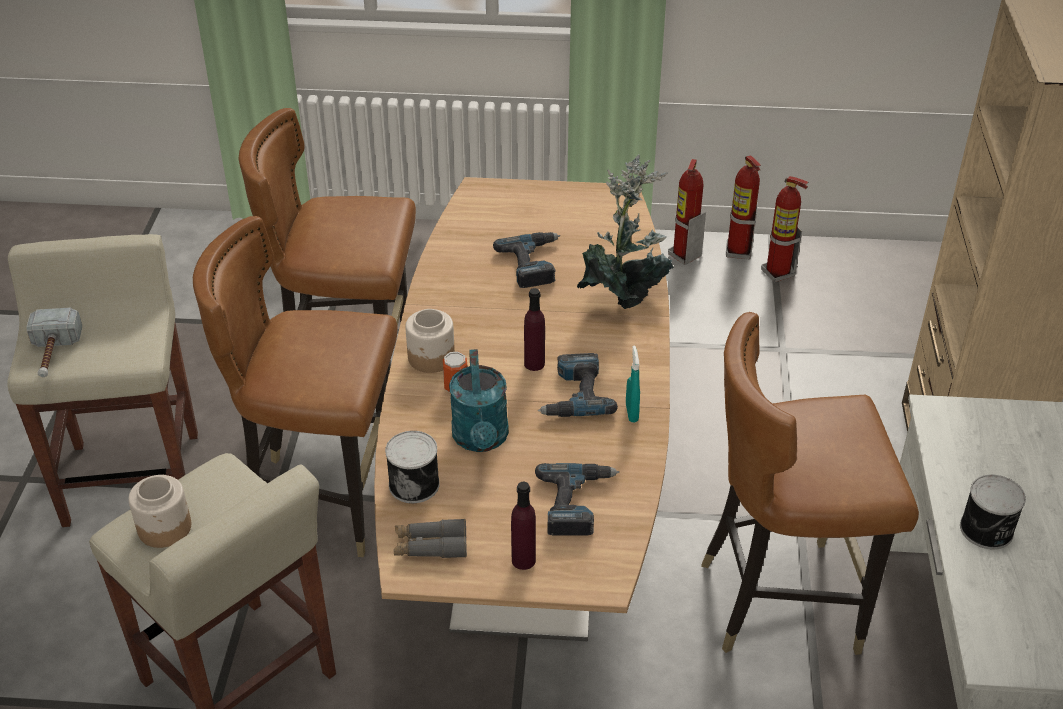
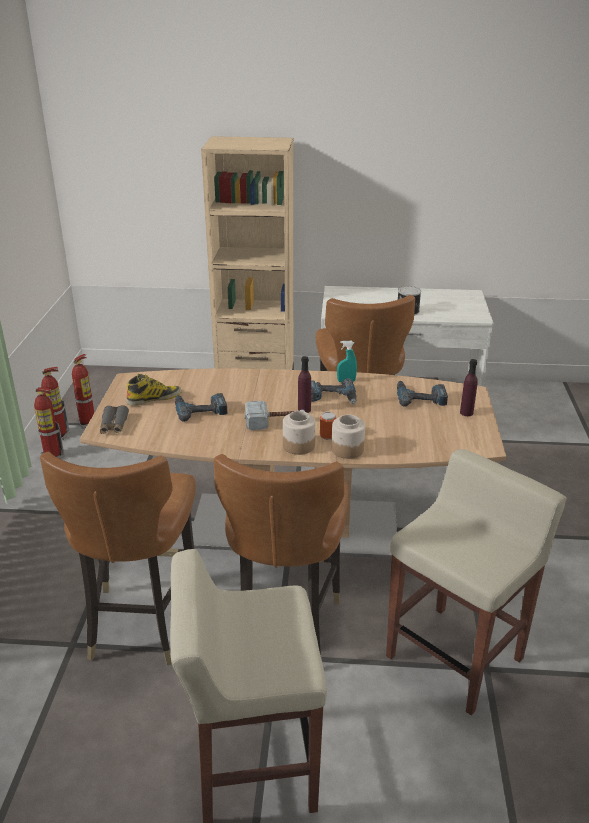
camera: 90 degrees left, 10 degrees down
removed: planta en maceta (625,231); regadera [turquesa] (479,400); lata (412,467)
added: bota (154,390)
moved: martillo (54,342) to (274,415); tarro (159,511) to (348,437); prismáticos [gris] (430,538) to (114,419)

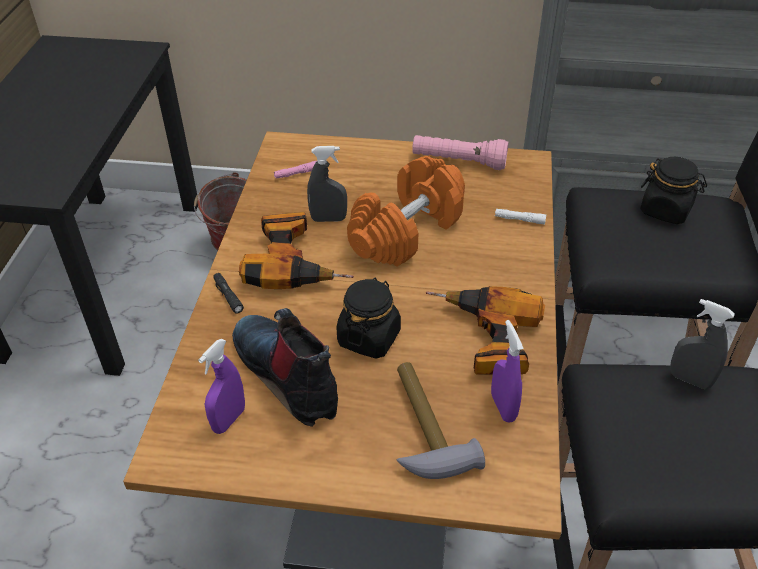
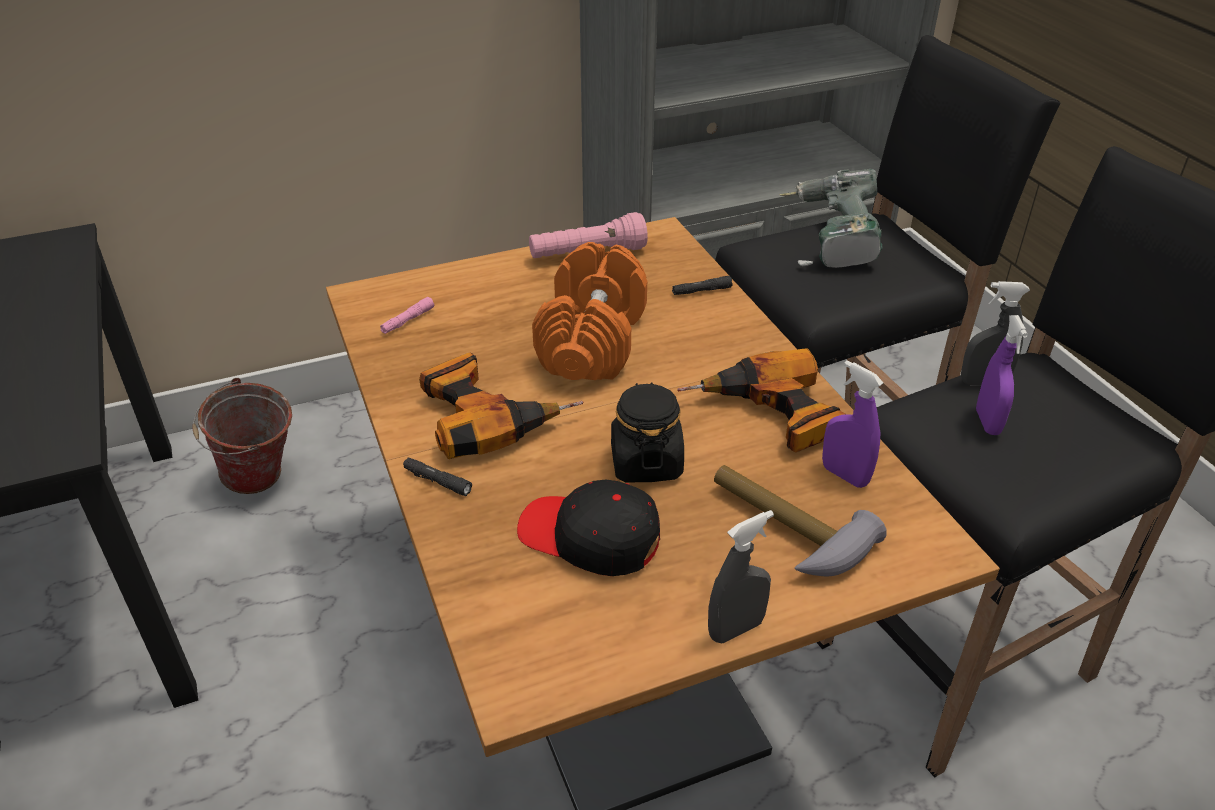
camera: 30 degrees left, 5 degrees down
moved: pulverizador [gris] (327,184) to (741,576); pulverizador [morado] (221,386) to (1002,375)
replaced: tarro [negro] (673,190) to taladro (831,218); bota (285,367) to gorra [negro] (588,527)
recoloured: linterna [blanco] (520,217) to linterna [negro] (702,285)

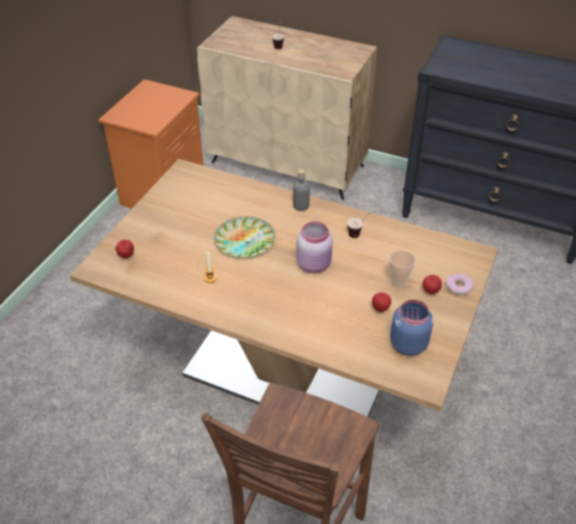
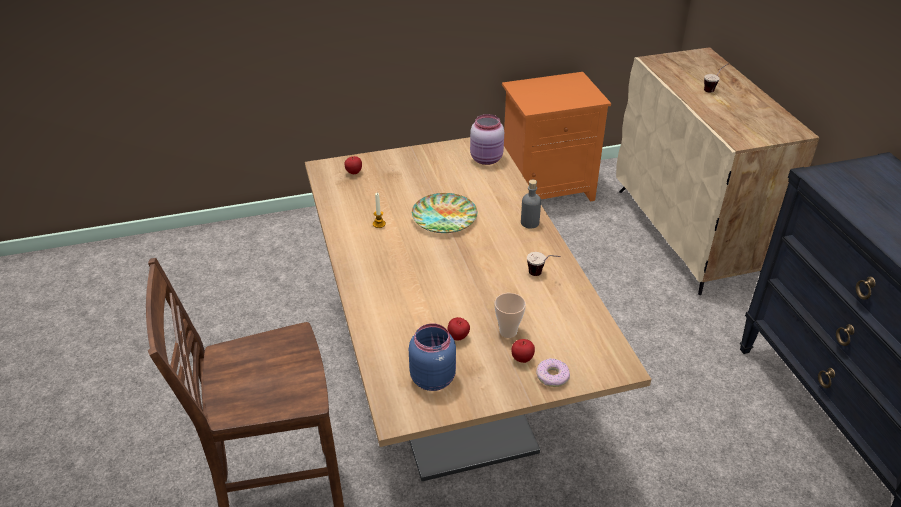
camera: 50 degrees right, 5 degrees down
moved: tarro [rosa] (314,247) to (487,139)

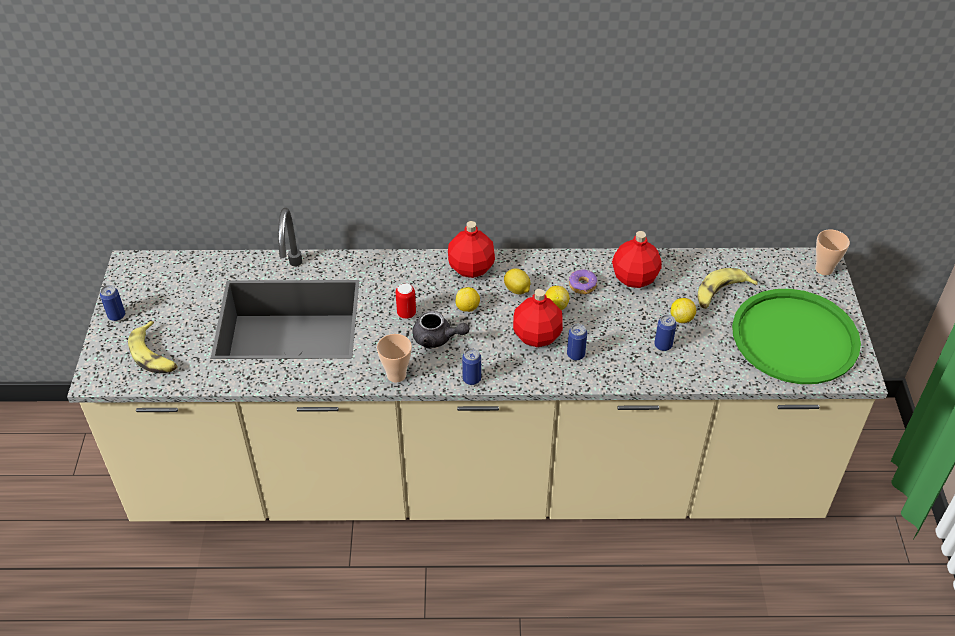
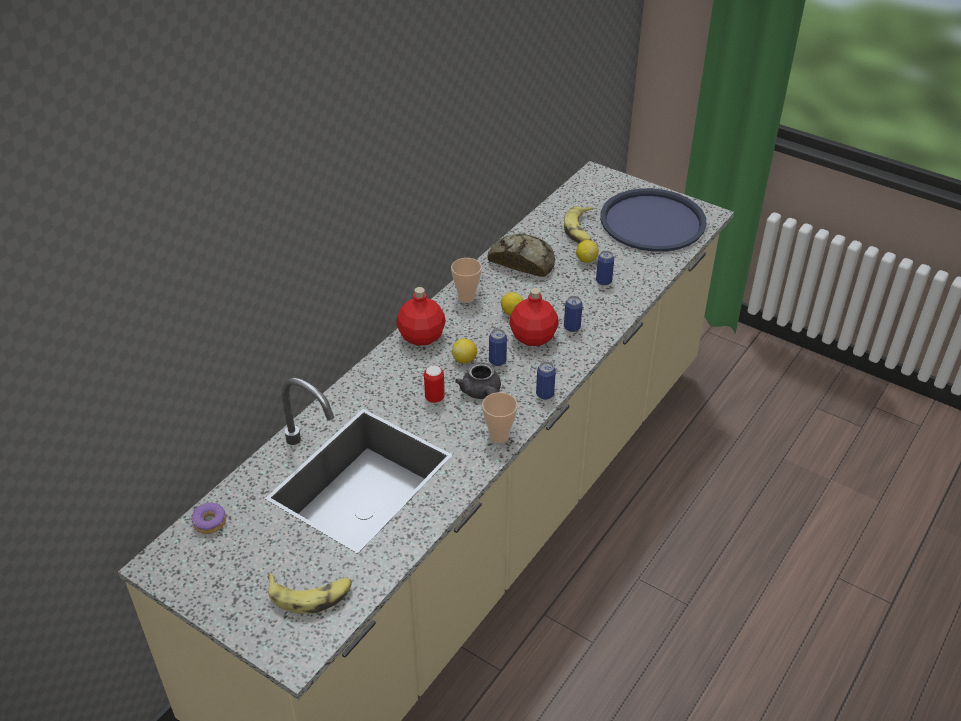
camera: 55 degrees left, 5 degrees down
removed: limón (517,281)
moved: taza (832,252) to (466,280); rosquilla (583,282) to (208,518); lata (112,303) to (498,347)
replaced: botella [rojo] (636,259) to pan (521,255)
recoloured: bandeja [verde] (796,336) to bandeja [azul] (653,220)
turned: tetera [gris] (440,329) = (478,380) 105 degrees clockwise

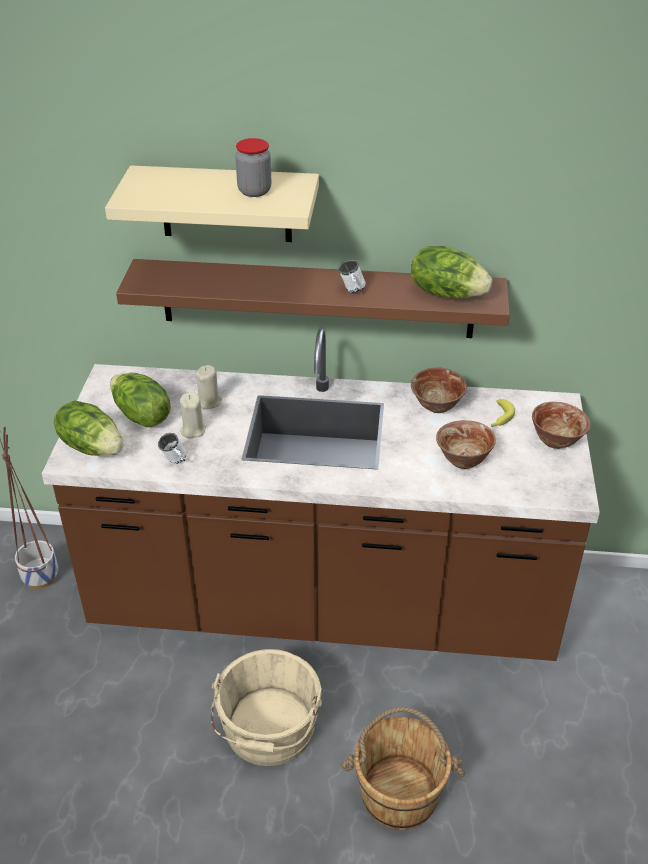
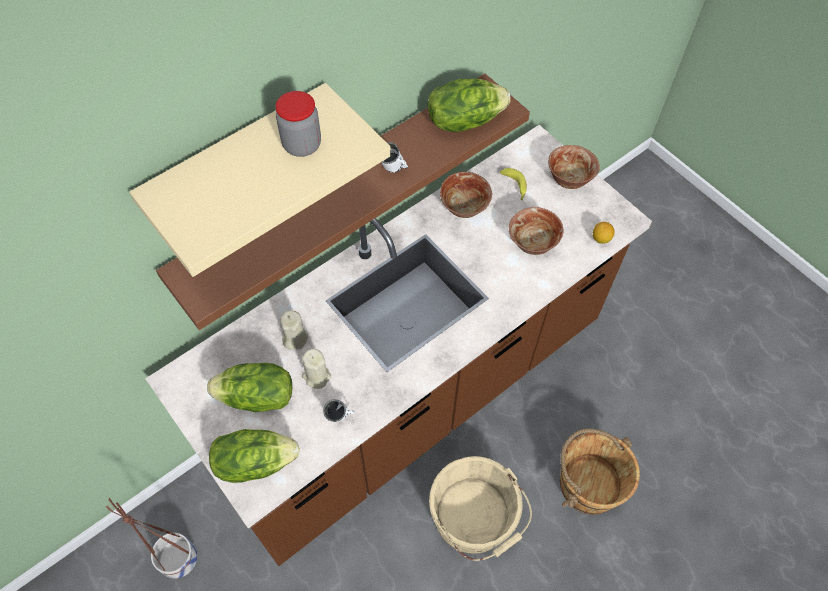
camera: 45 degrees left, 20 degrees up
added: limón (604,233)

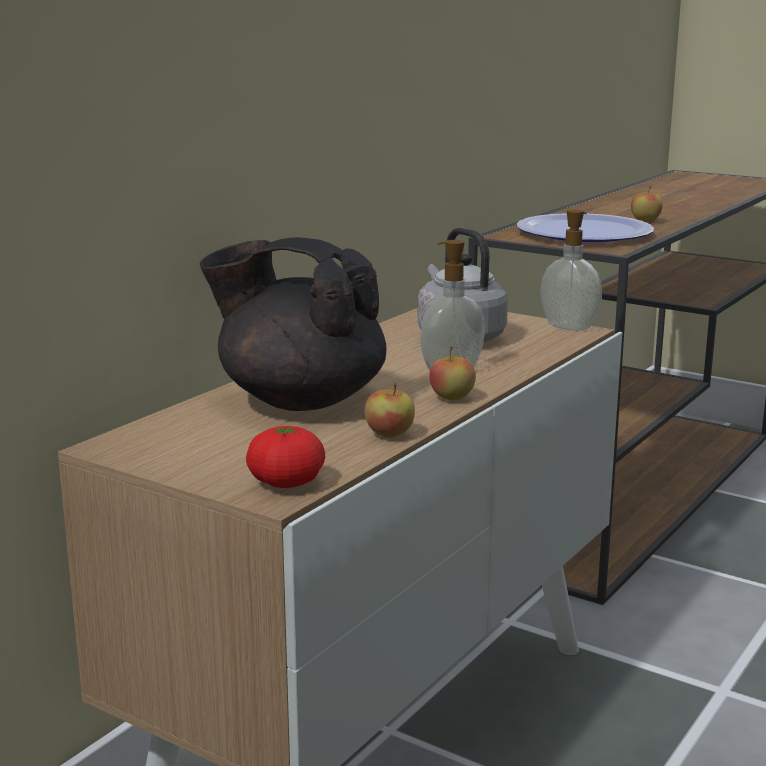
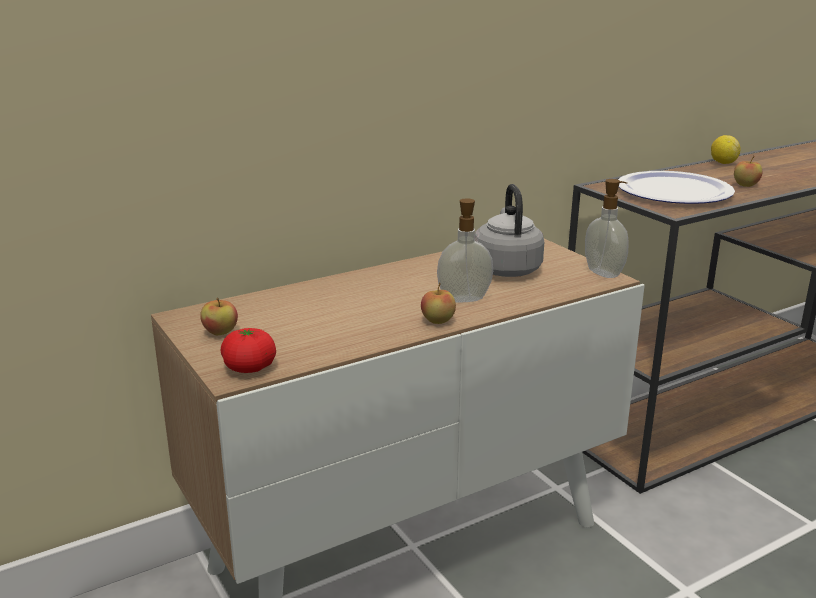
camera: 25 degrees right, 5 degrees up
removed: tetera [negro] (292,324)
added: limón (726,149)
moved: manzana (390,410) to (219,316)

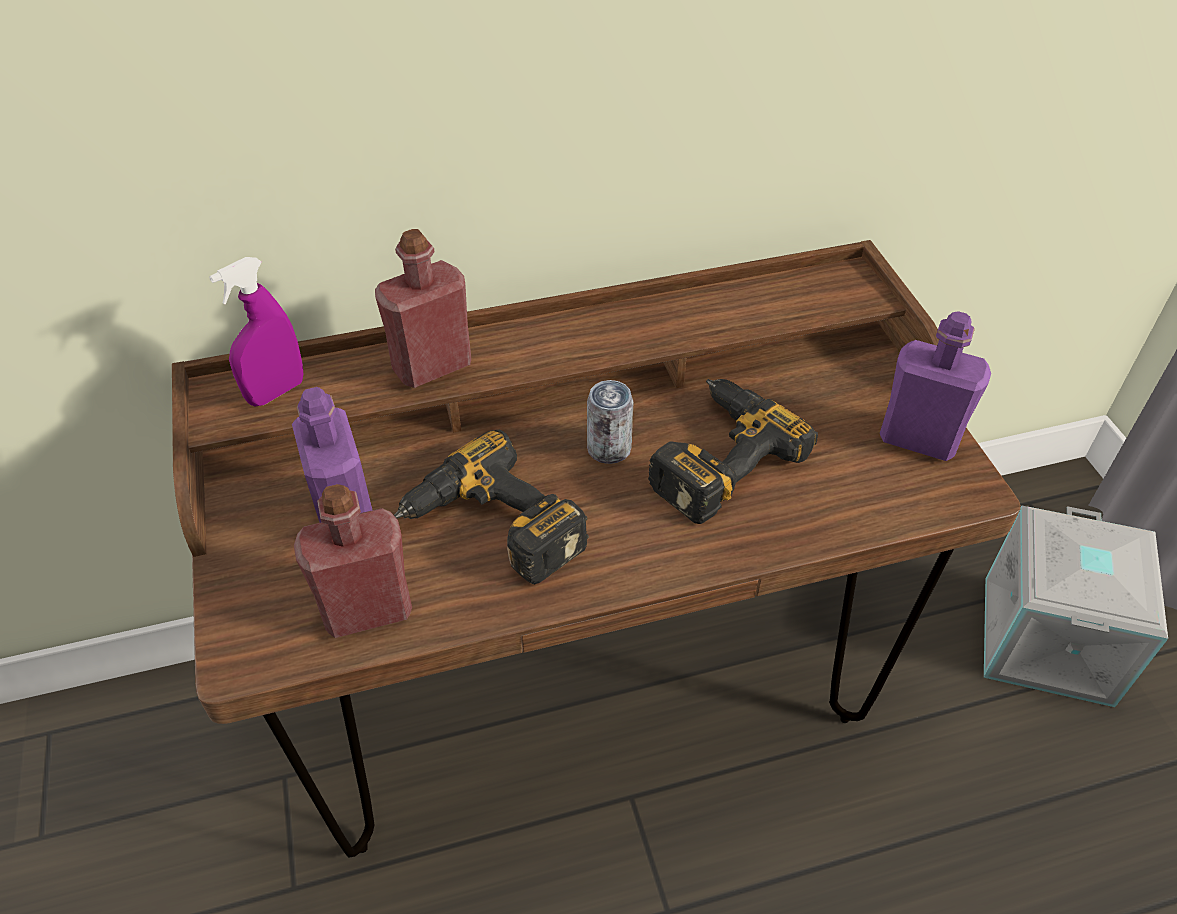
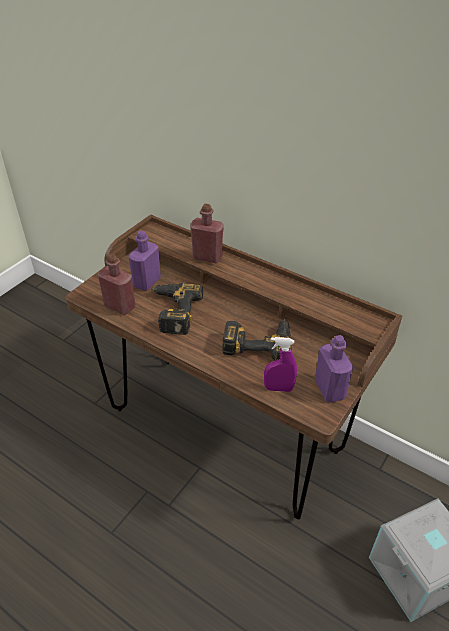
camera: 50 degrees right, 5 degrees down
removed: lata (610,422)
moved: pulverizador [morado] (256,331) to (280,364)

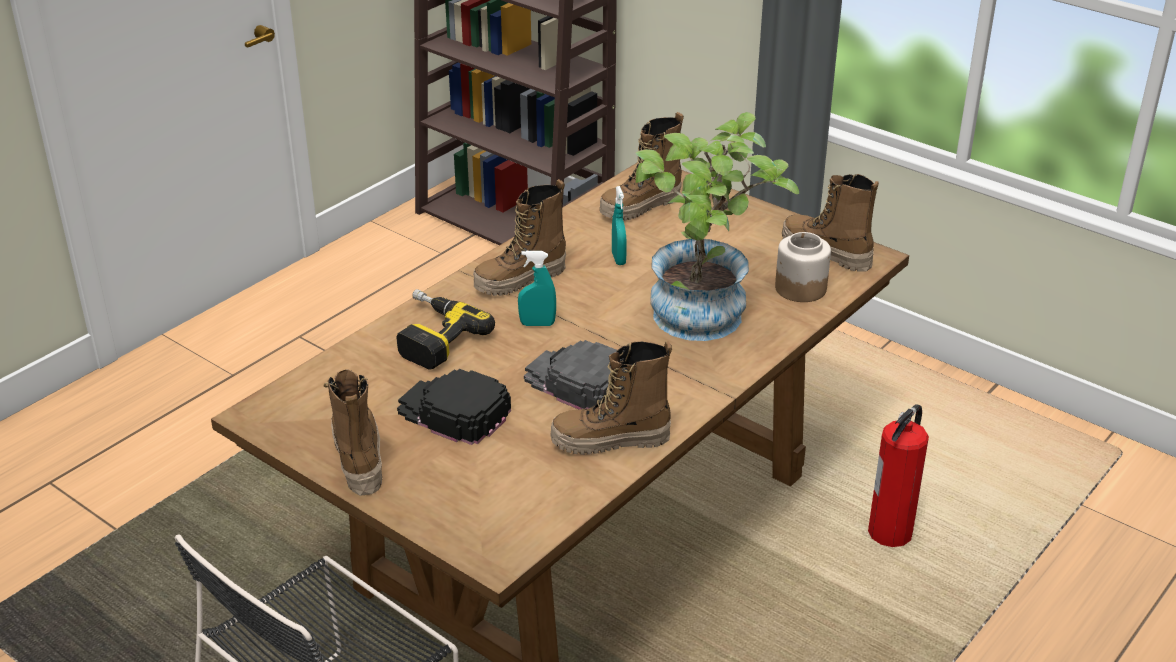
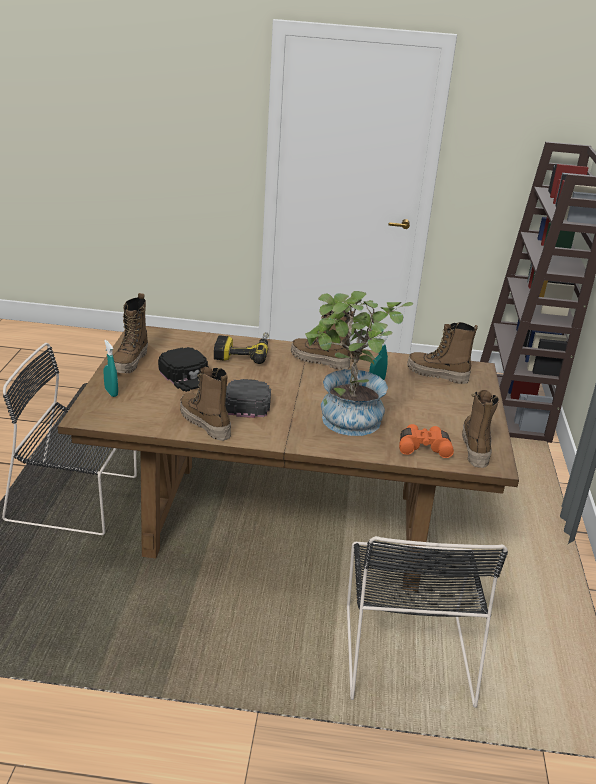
camera: 55 degrees right, 5 degrees down
moved: pulverizador [turquesa] (537,288) to (110,368)
replaced: tarro (803,267) to prismáticos [naranja] (426,441); extintor (898,475) to silla [negro] (427,622)
turned: bota (353,432) = (130,333) 150 degrees clockwise; gorra [negro] (454,407) = (183,369) 150 degrees clockwise

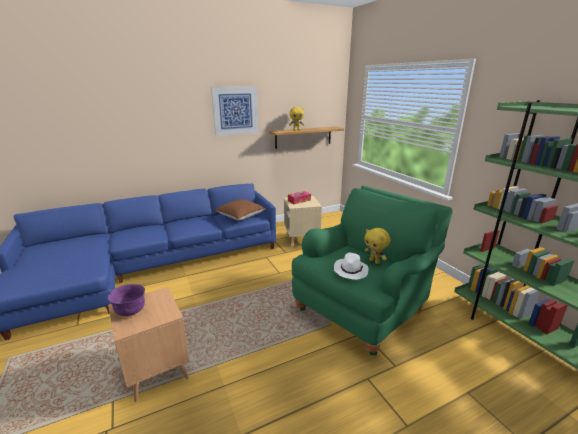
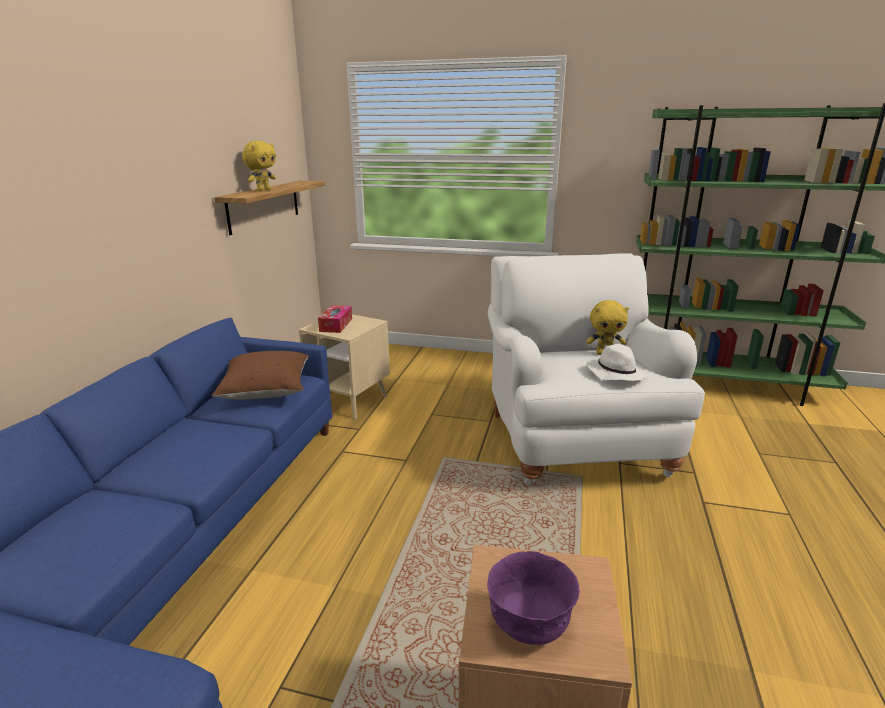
camera: 50 degrees left, 0 degrees up
removed: cuadro (234,111)
recoloured: sillón [verde] (372,271) to sillón [blanco] (596,369)

